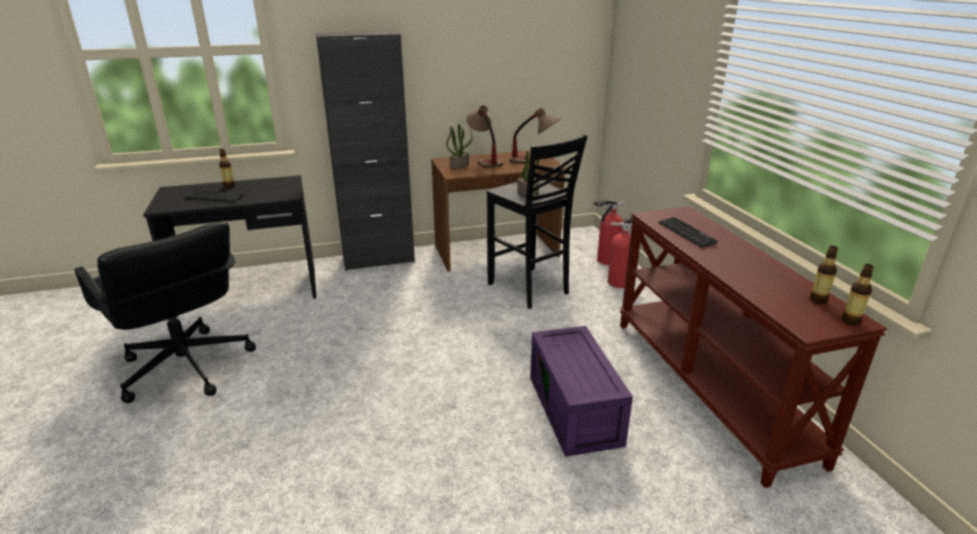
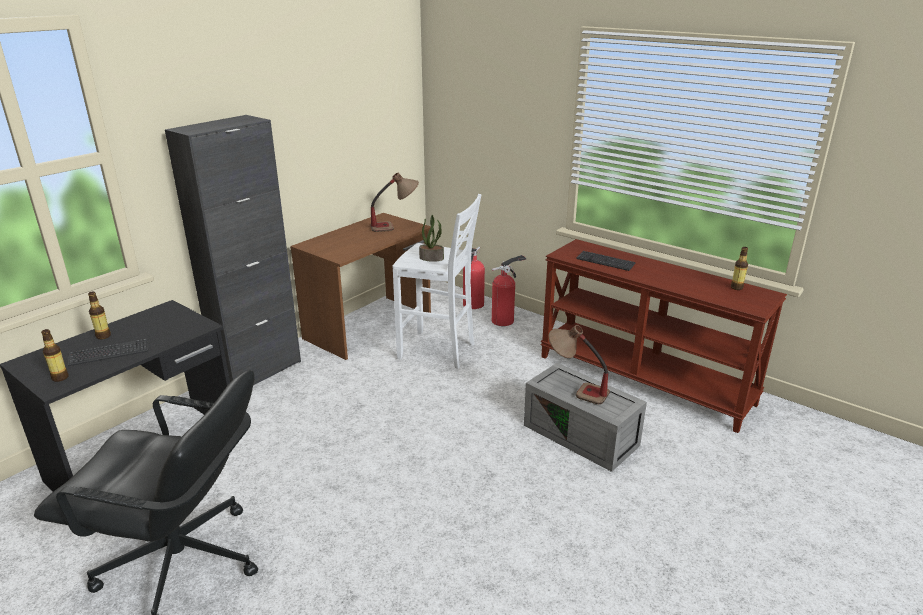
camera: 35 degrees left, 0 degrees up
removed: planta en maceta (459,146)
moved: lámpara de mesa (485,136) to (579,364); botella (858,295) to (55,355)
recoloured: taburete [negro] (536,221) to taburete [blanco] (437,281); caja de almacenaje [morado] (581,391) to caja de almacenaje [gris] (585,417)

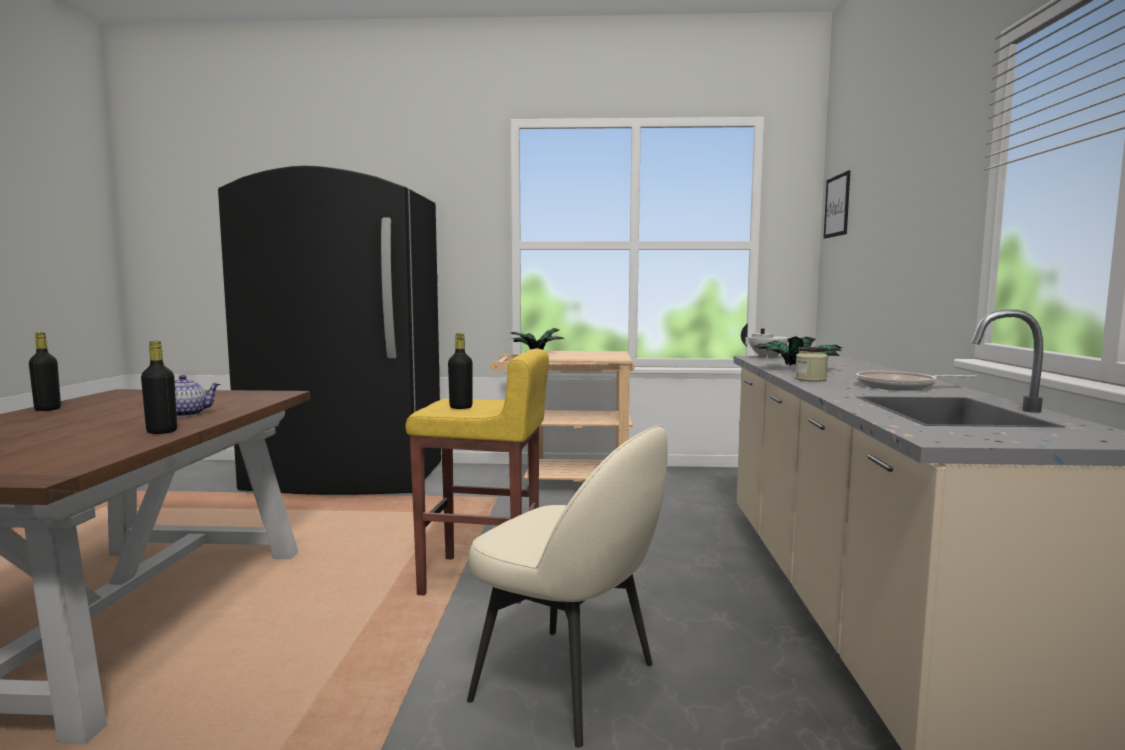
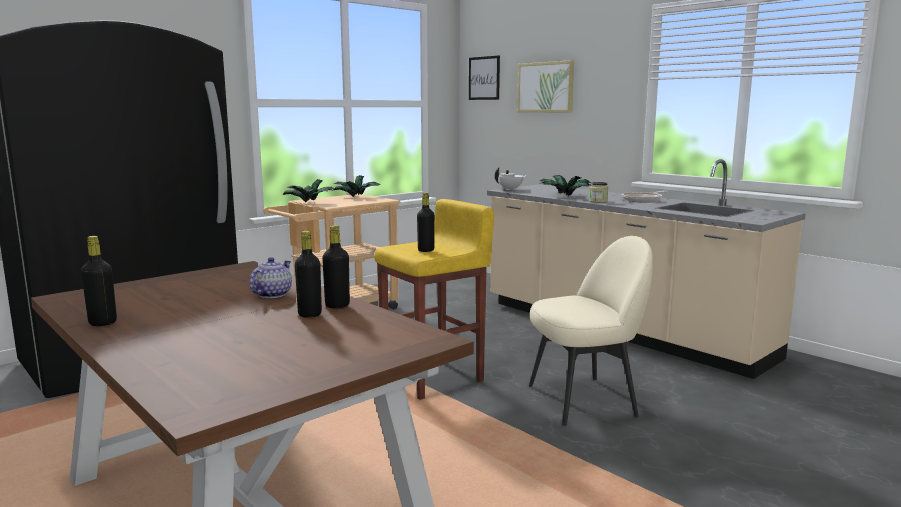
camera: 45 degrees left, 5 degrees up
added: cuadro (545,86); planta en maceta (357,186); botella [negro] (308,274)

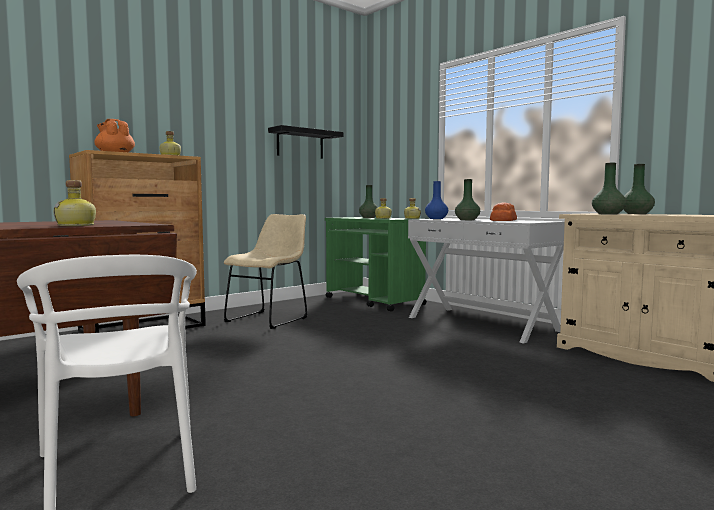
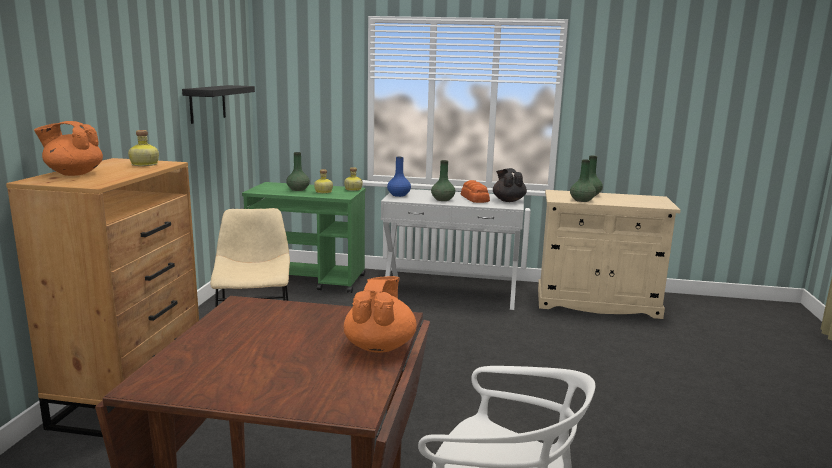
camera: 40 degrees left, 10 degrees up
added: tetera [negro] (510,185)
replaced: botella (75,203) to tetera [naranja] (380,314)

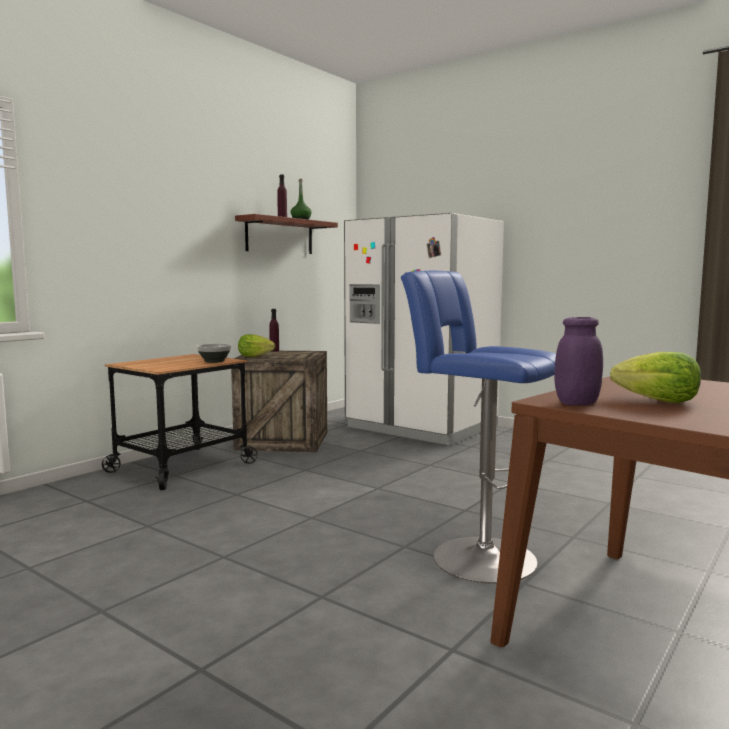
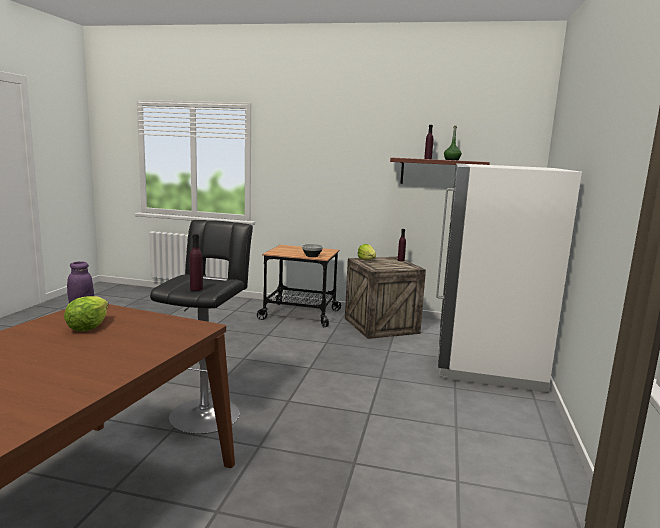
camera: 65 degrees right, 5 degrees up
added: botella [morado] (196,262)
recoloured: taburete [azul] (478,427) to taburete [negro] (201,327)

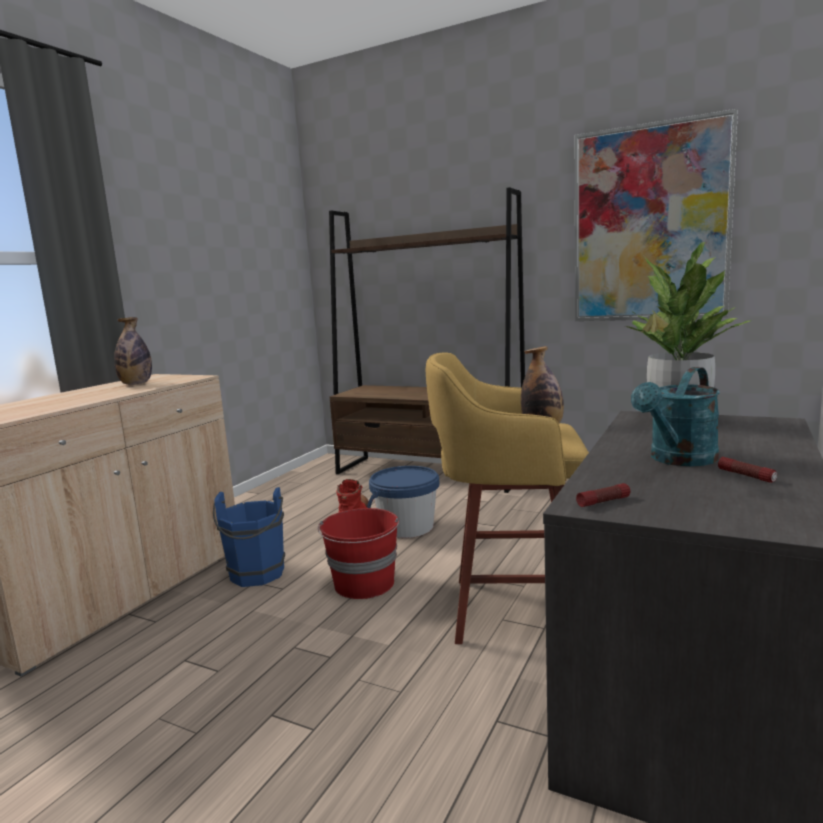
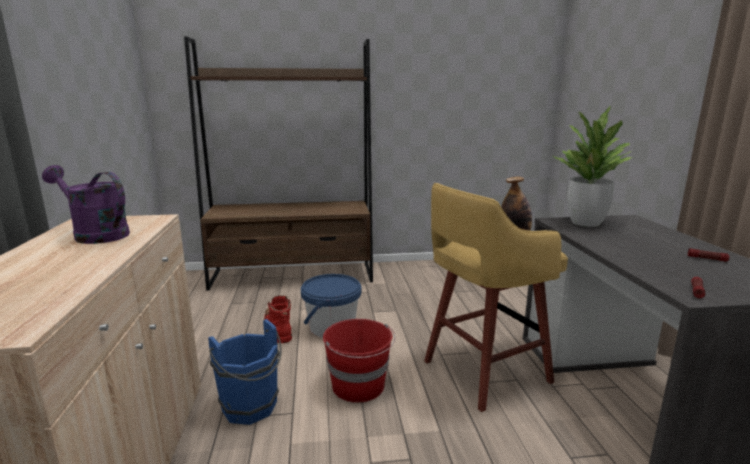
camera: 35 degrees left, 5 degrees up
removed: cuadro (656,215); regadera [turquesa] (675,416)
replaced: botella (133,351) to regadera [morado] (86,204)

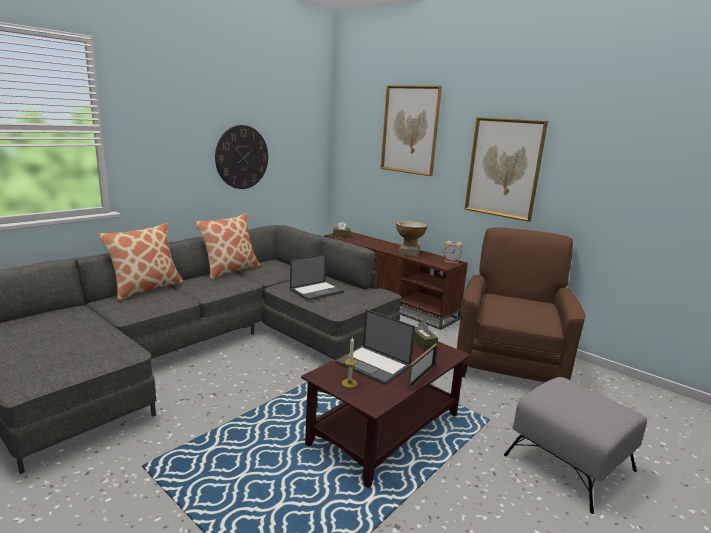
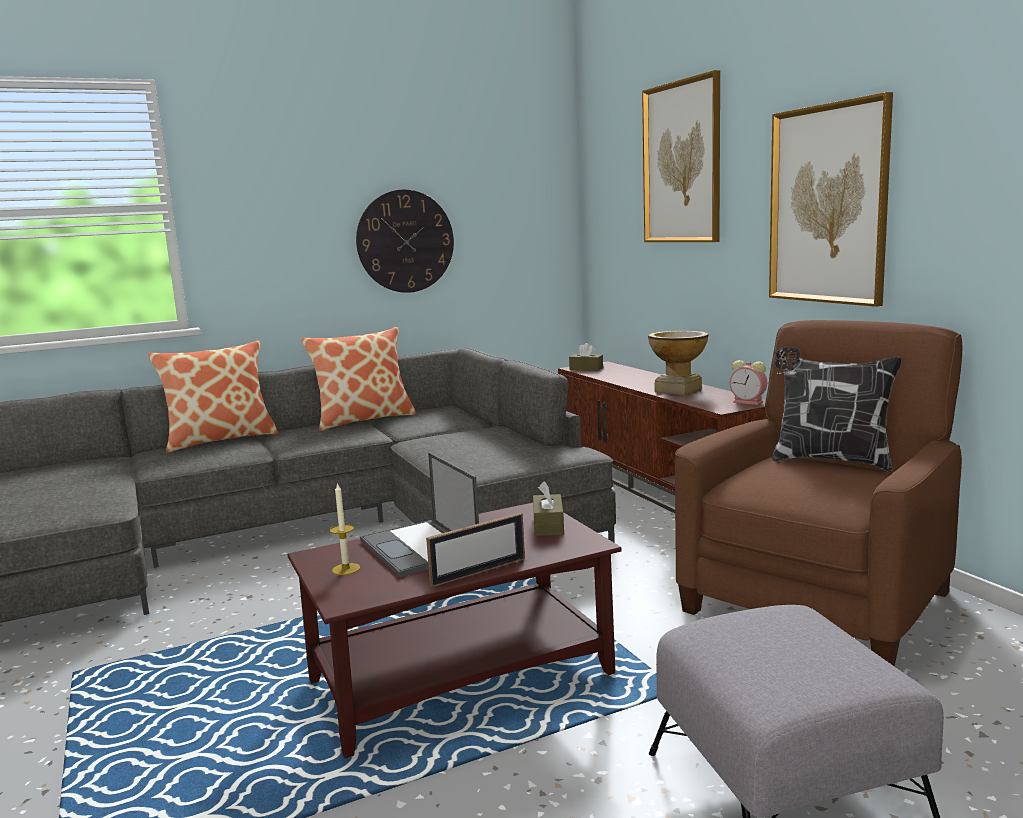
camera: 25 degrees right, 5 degrees down
removed: portátil (317,277)
added: cojín (836,409)

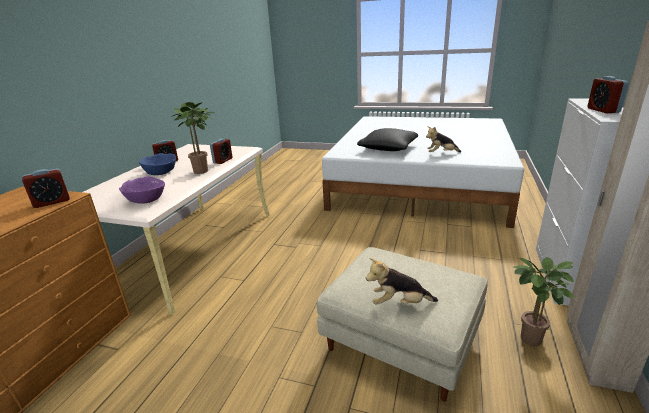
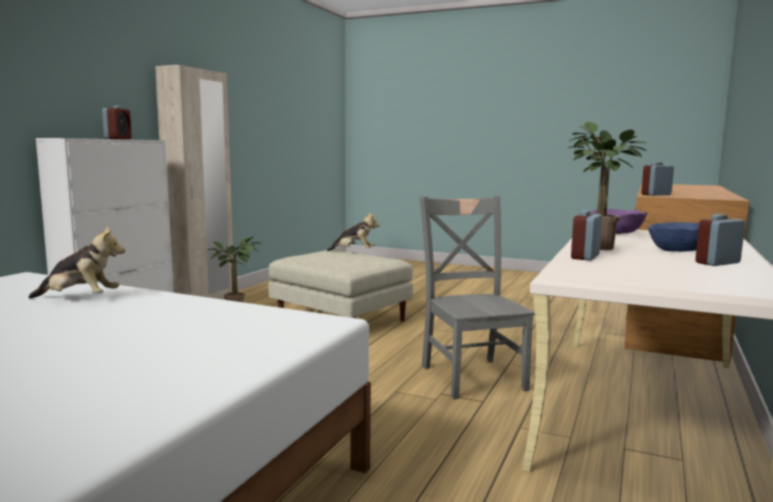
camera: 175 degrees left, 15 degrees down
removed: cojín [negro] (387,139)
added: silla [gris] (477,297)

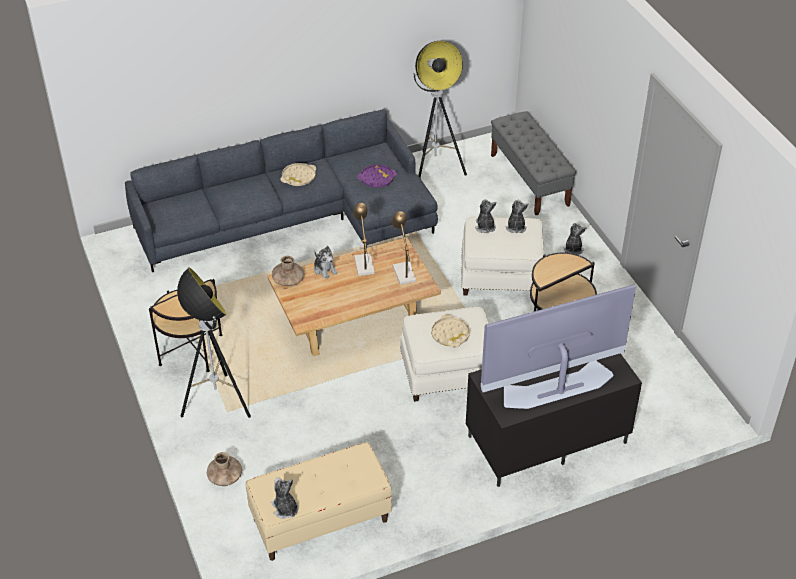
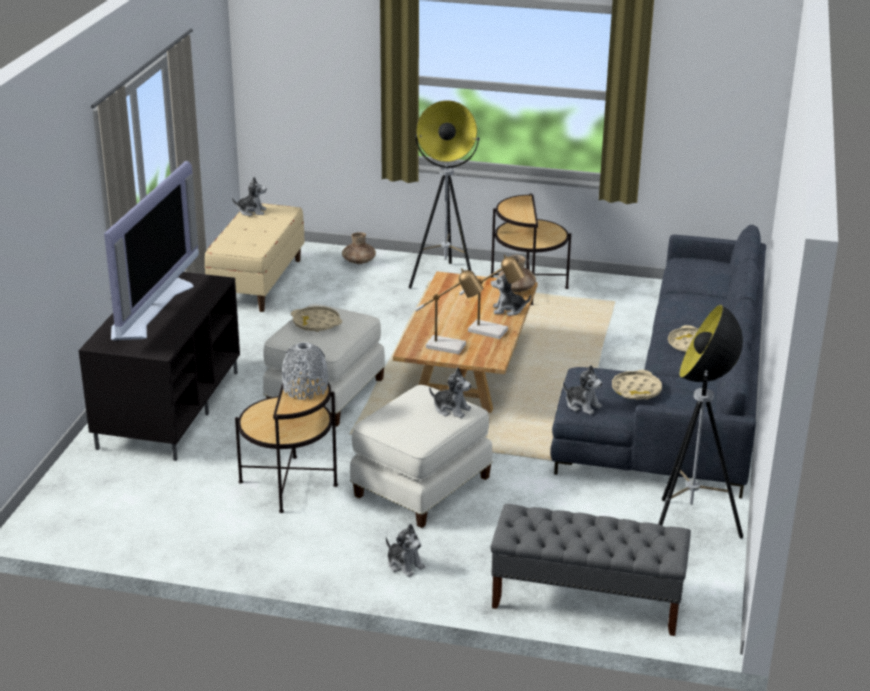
camera: 125 degrees right, 15 degrees down
added: florero [gris] (305,371)
moved: peluche (517,216) to (582,390)
recoloured: bandeja [morado] (377,176) to bandeja [beis] (637,385)

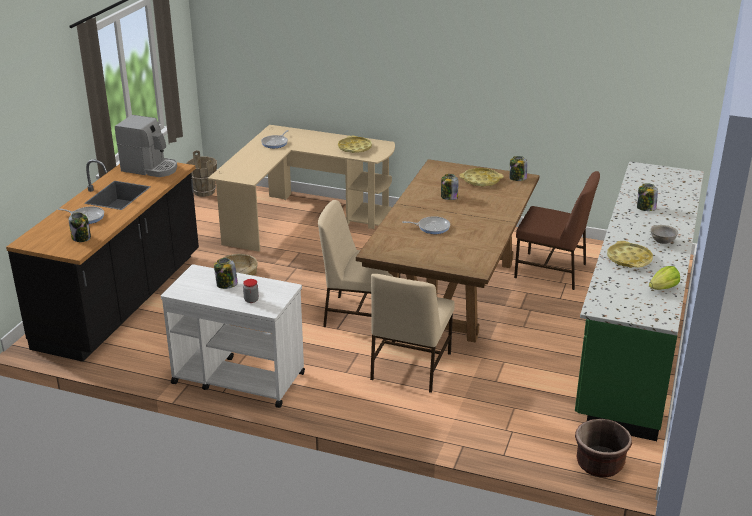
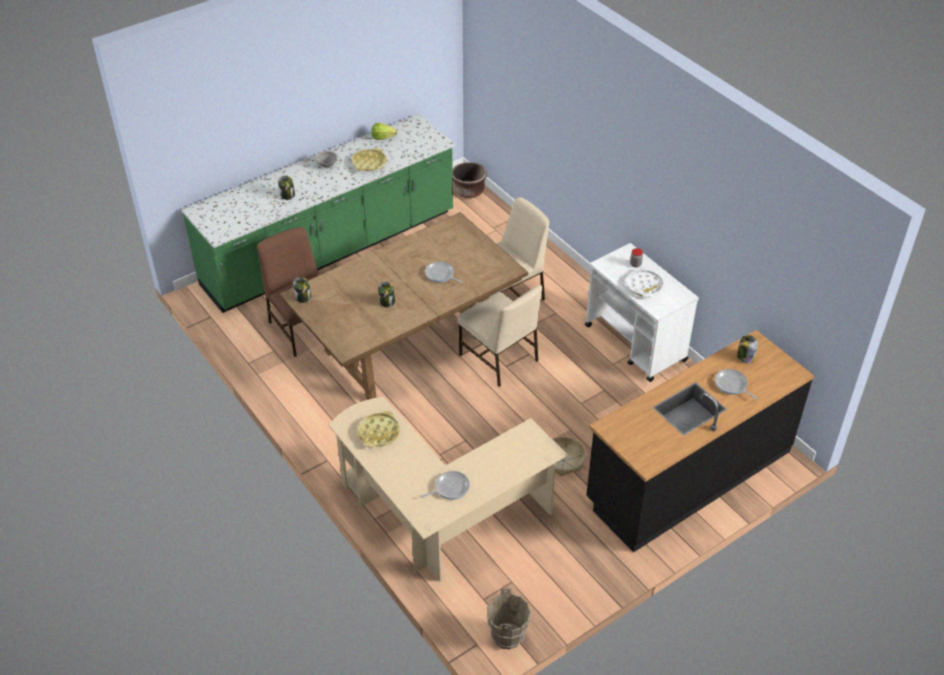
camera: 145 degrees left, 15 degrees up
removed: cafetera (146,146); bandeja [amarillo] (481,177)
replaced: tarro (226,273) to bandeja [blanco] (645,282)

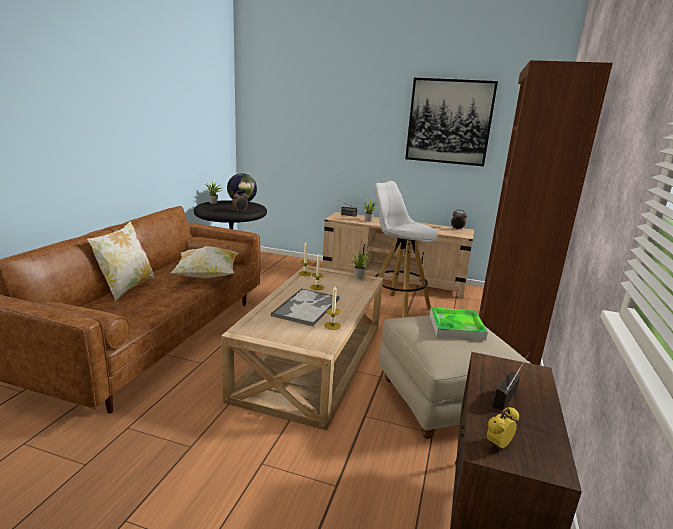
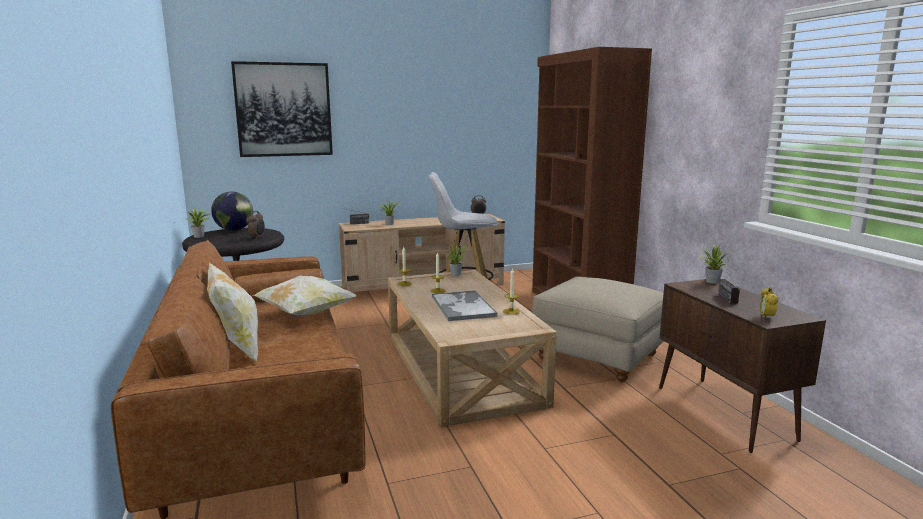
camera: 35 degrees left, 5 degrees down
removed: bandeja (459,324)
added: planta en maceta (715,264)
moved: cuadro (451,122) to (282,109)

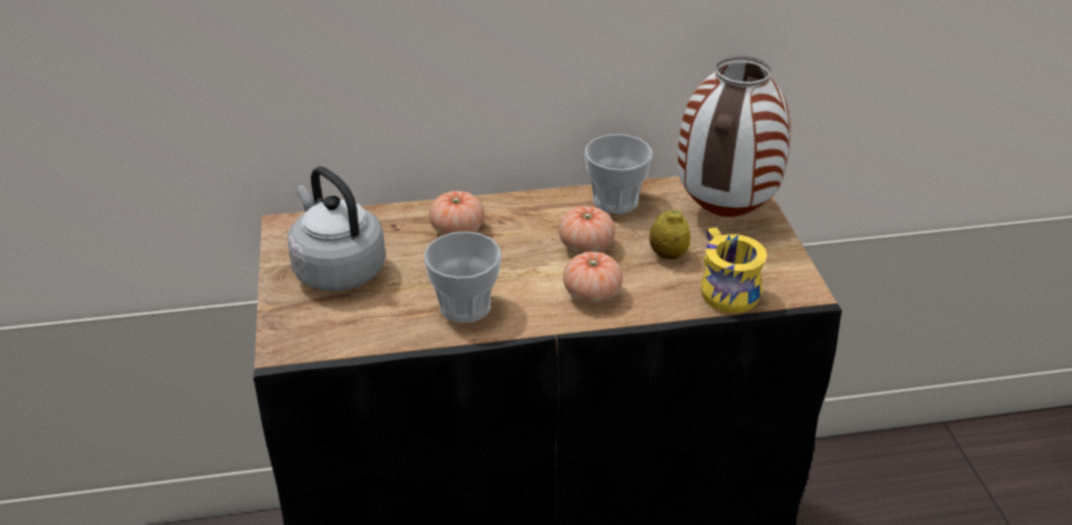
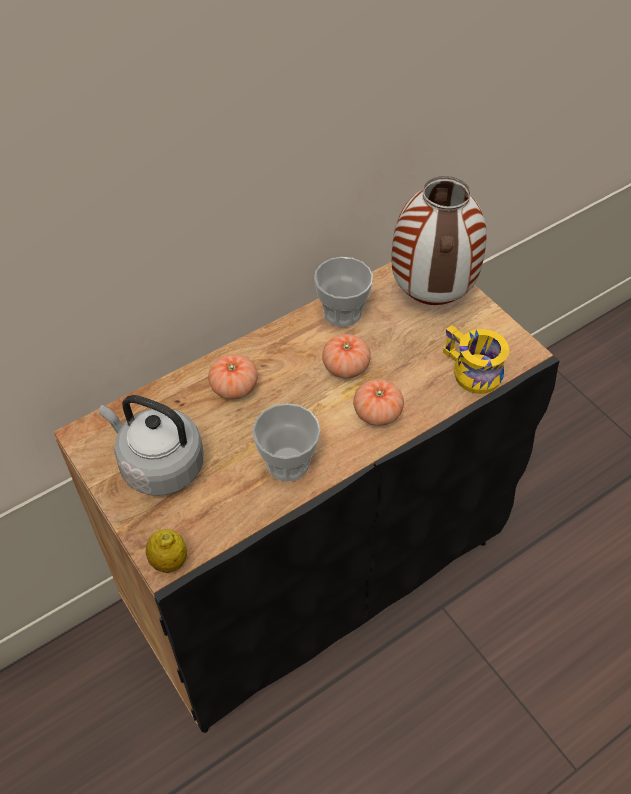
camera: 25 degrees left, 15 degrees up
moved: limón (669,234) to (166,551)

